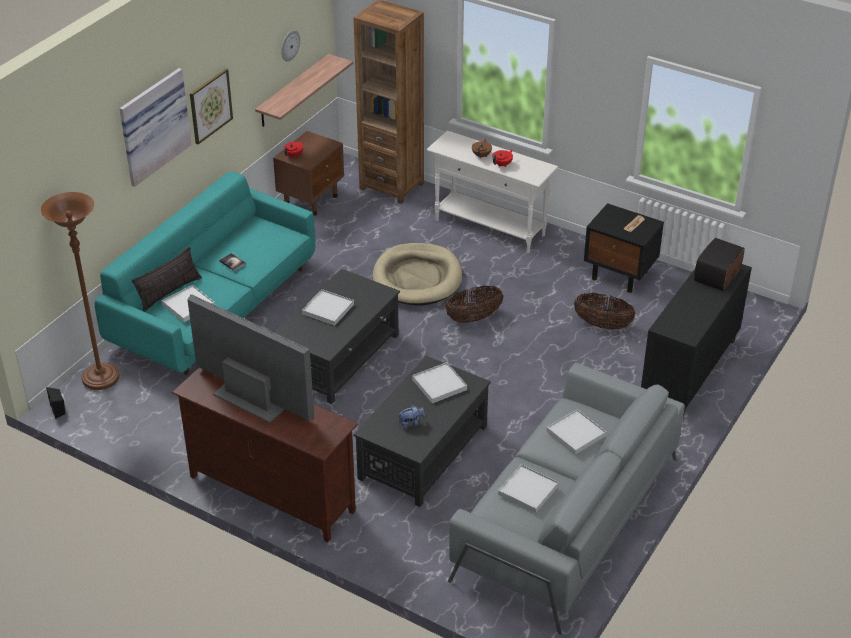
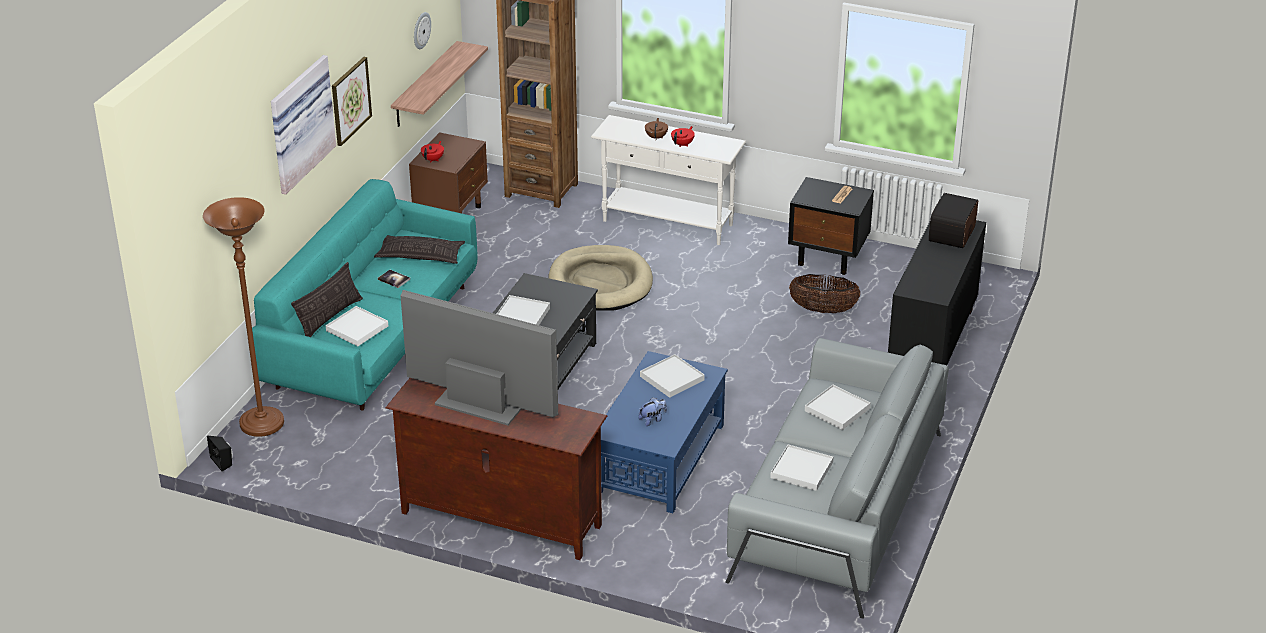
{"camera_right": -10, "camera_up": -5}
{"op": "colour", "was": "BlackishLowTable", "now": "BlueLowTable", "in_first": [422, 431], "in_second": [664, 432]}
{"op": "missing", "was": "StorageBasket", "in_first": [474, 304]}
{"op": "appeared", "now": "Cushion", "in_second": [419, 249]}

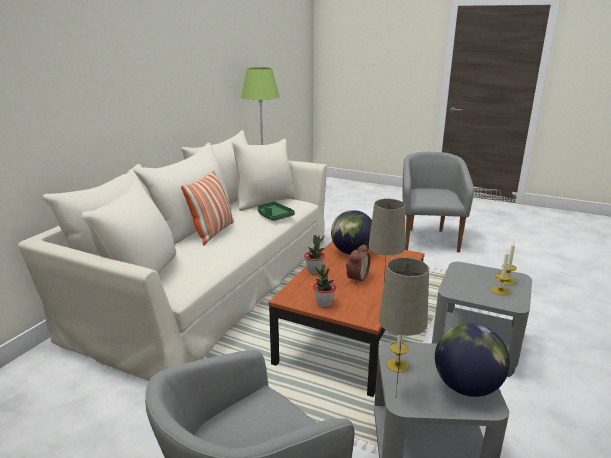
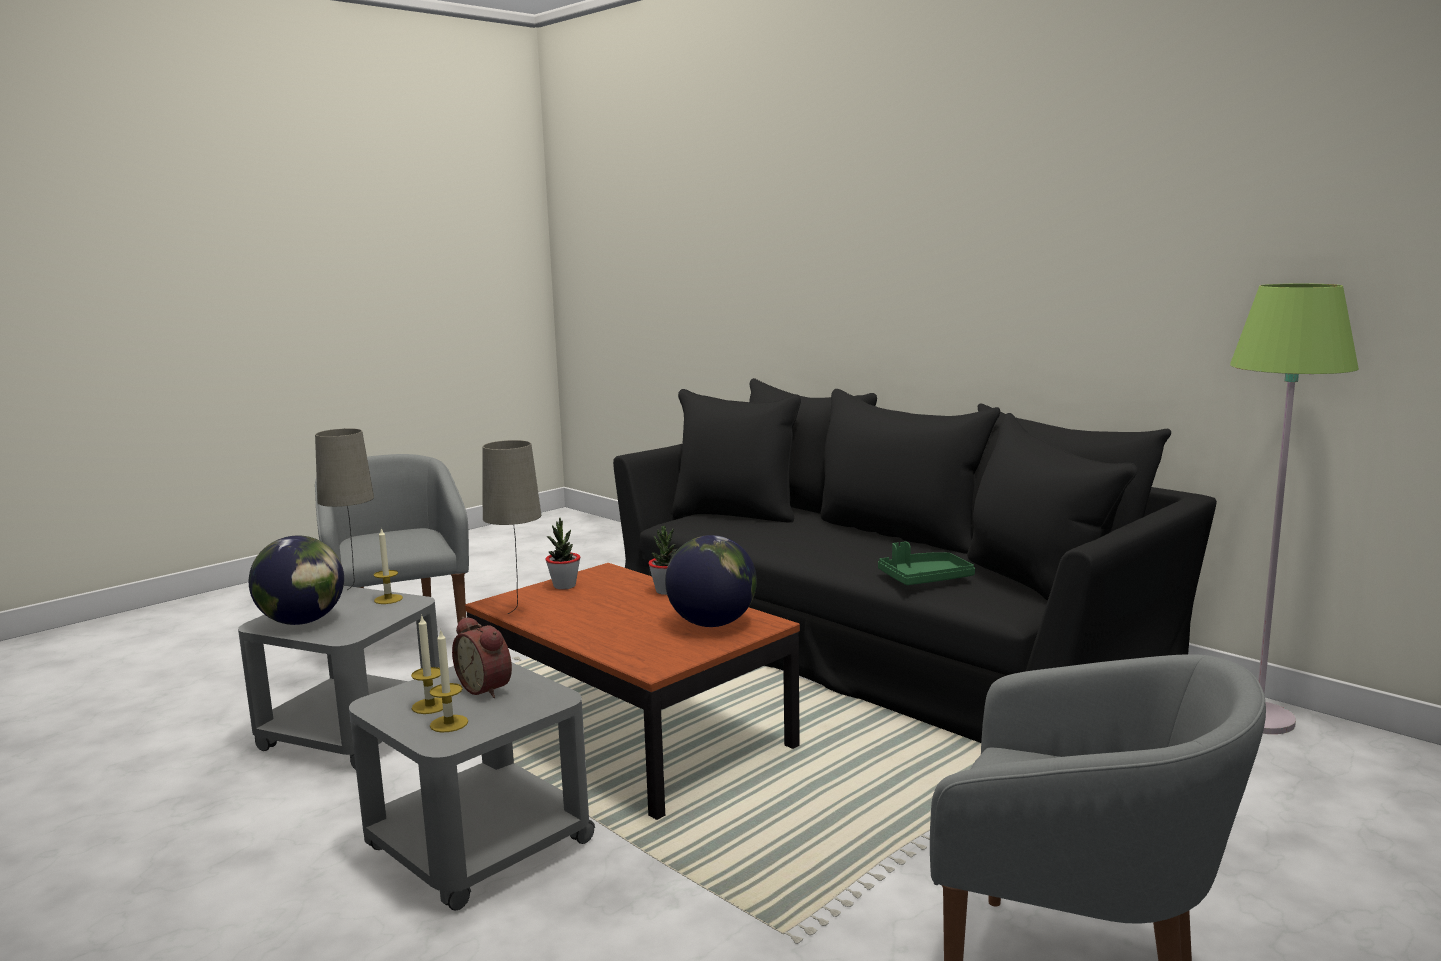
{"camera_right": 110, "camera_up": -10}
{"op": "colour", "was": "SandColouredSofa", "now": "BlackishSofa", "in_first": [172, 255], "in_second": [915, 560]}
{"op": "missing", "was": "Cushion", "in_first": [207, 208]}
{"op": "relocated", "was": "AlarmClock", "in_first": [358, 264], "in_second": [482, 657]}

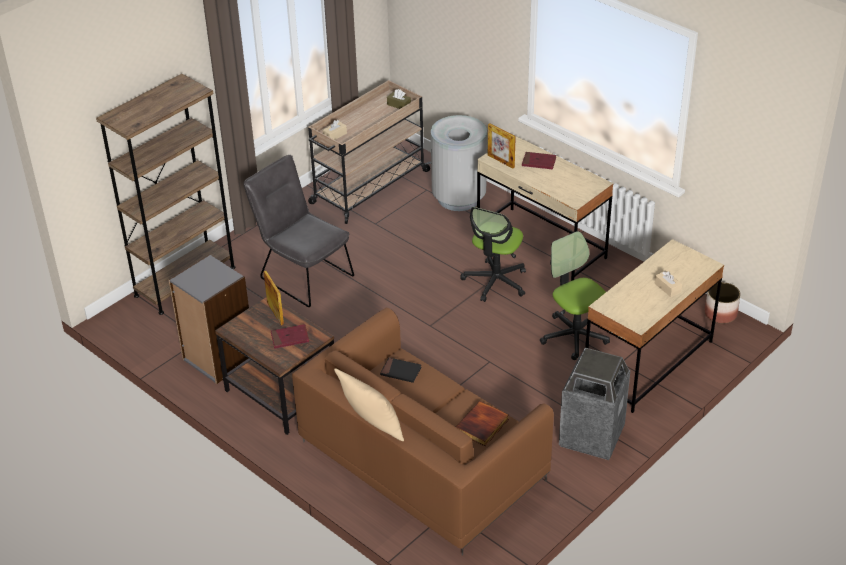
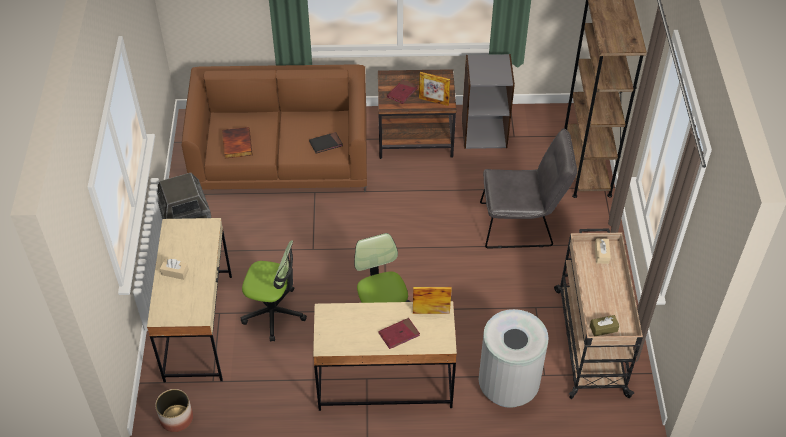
{"camera_right": 135, "camera_up": 10}
{"op": "missing", "was": "SandColouredCushion", "in_first": [369, 404]}

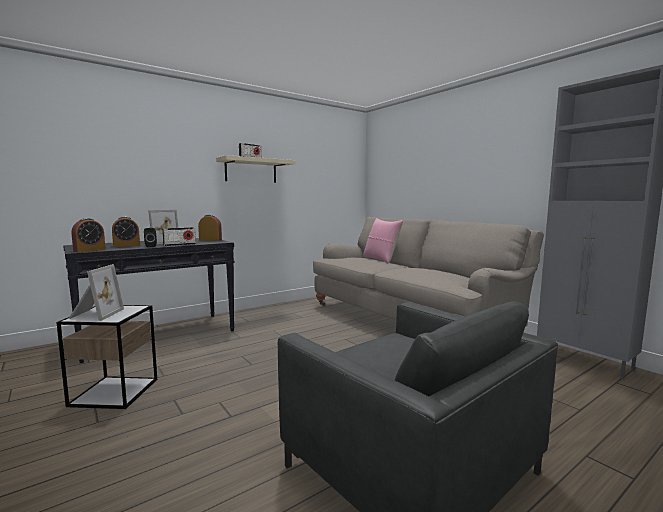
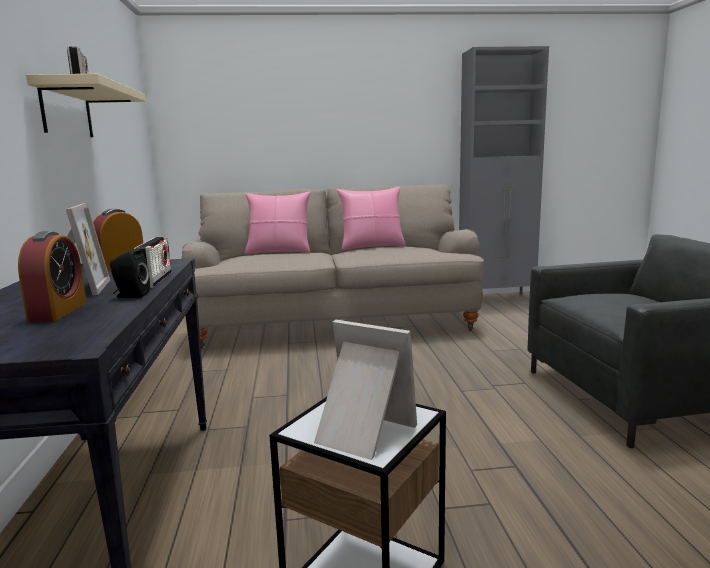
{"camera_right": -60, "camera_up": 5}
{"op": "missing", "was": "AlarmClock", "in_first": [88, 235]}
{"op": "appeared", "now": "PinkColouredCushion", "in_second": [371, 218]}

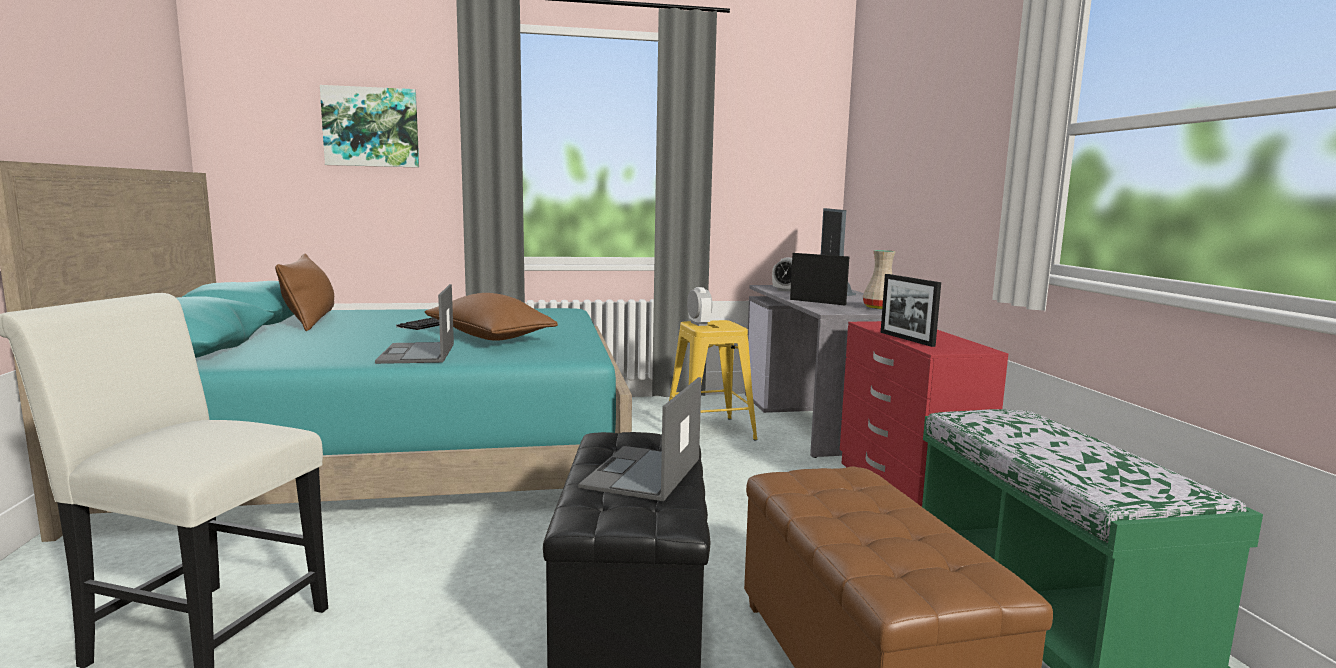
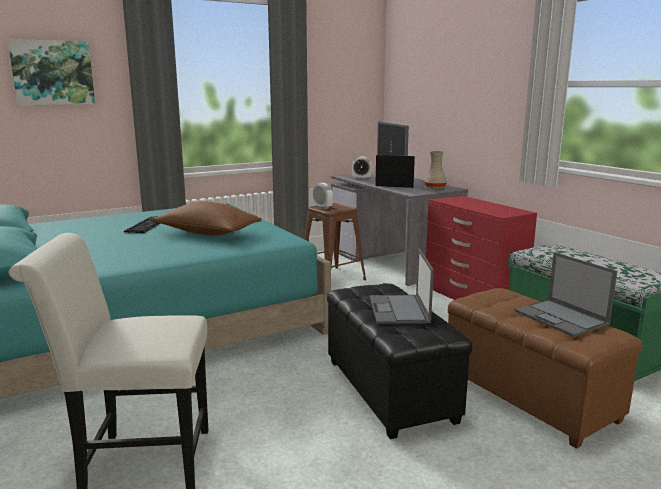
{"camera_right": -20, "camera_up": 5}
{"op": "missing", "was": "BrownCushion", "in_first": [304, 292]}
{"op": "relocated", "was": "PortableComputer", "in_first": [414, 324], "in_second": [566, 294]}
{"op": "colour", "was": "YellowColouredStoolSeat", "now": "BrownStoolSeat", "in_first": [713, 380], "in_second": [335, 241]}
{"op": "missing", "was": "StandingFrame", "in_first": [911, 310]}

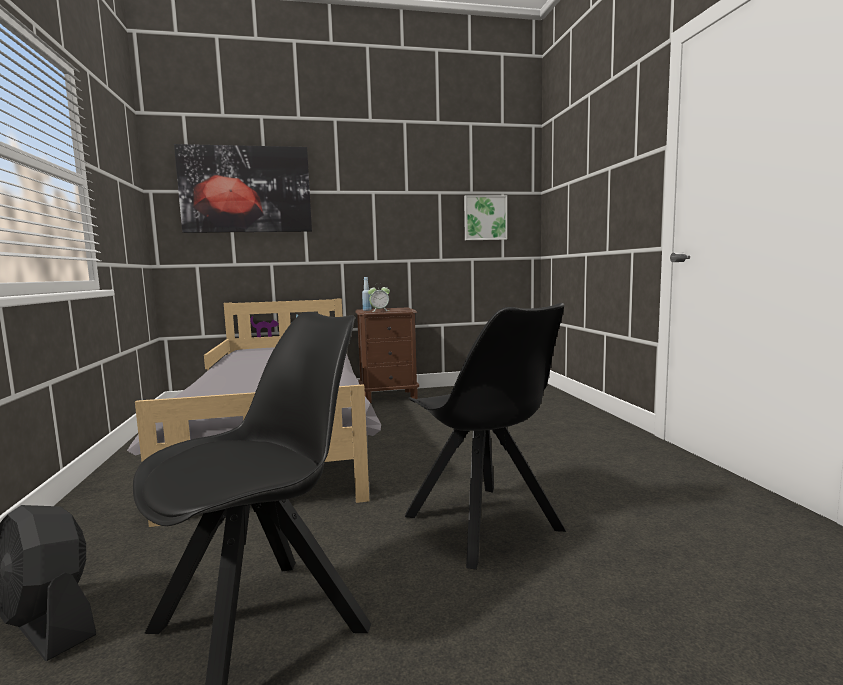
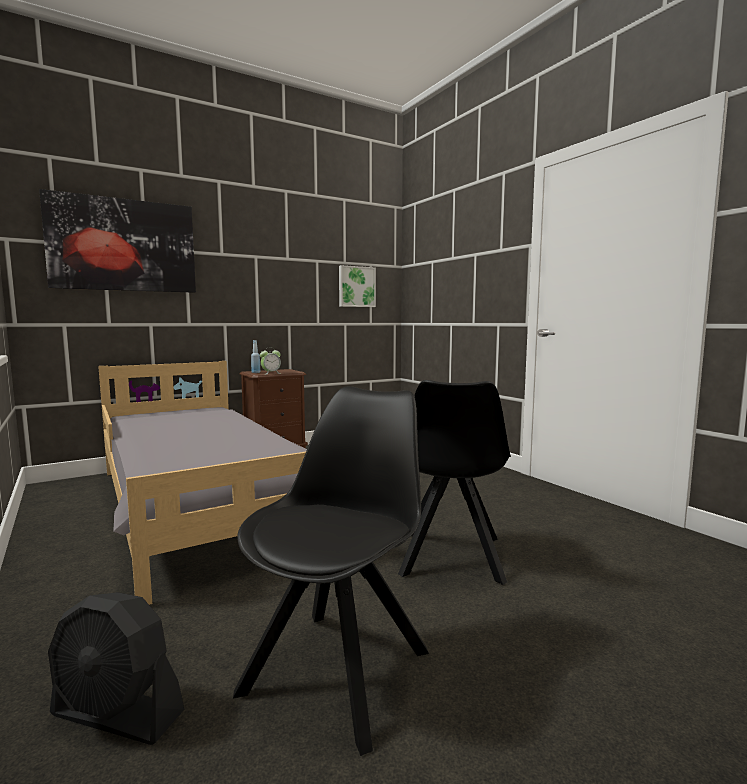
{"camera_right": -20, "camera_up": 0}
{"op": "spun", "was": "BlackishPlainChair", "in_first": [485, 436], "in_second": [454, 482], "clockwise": 60}

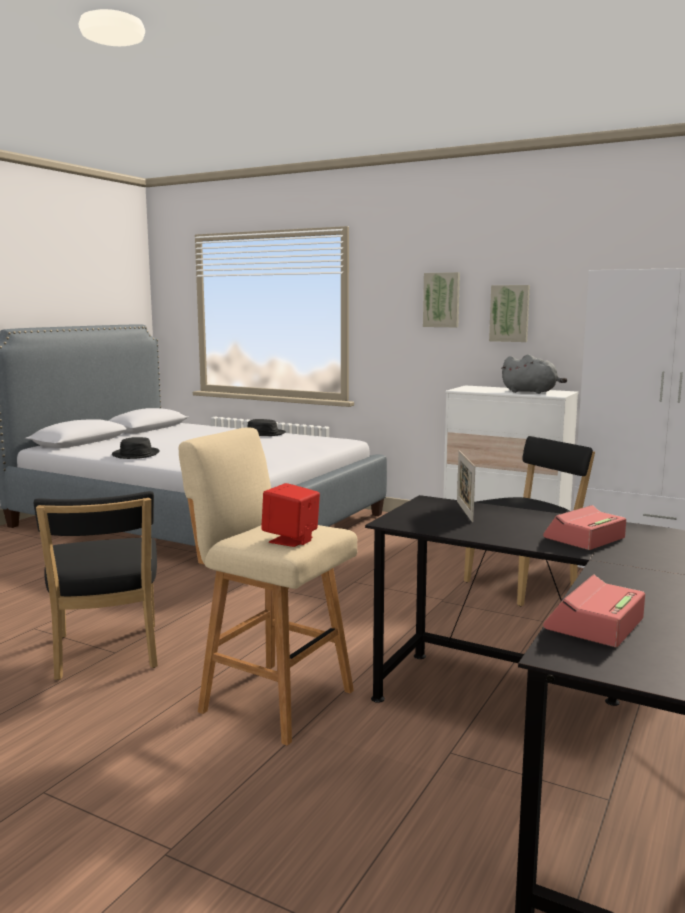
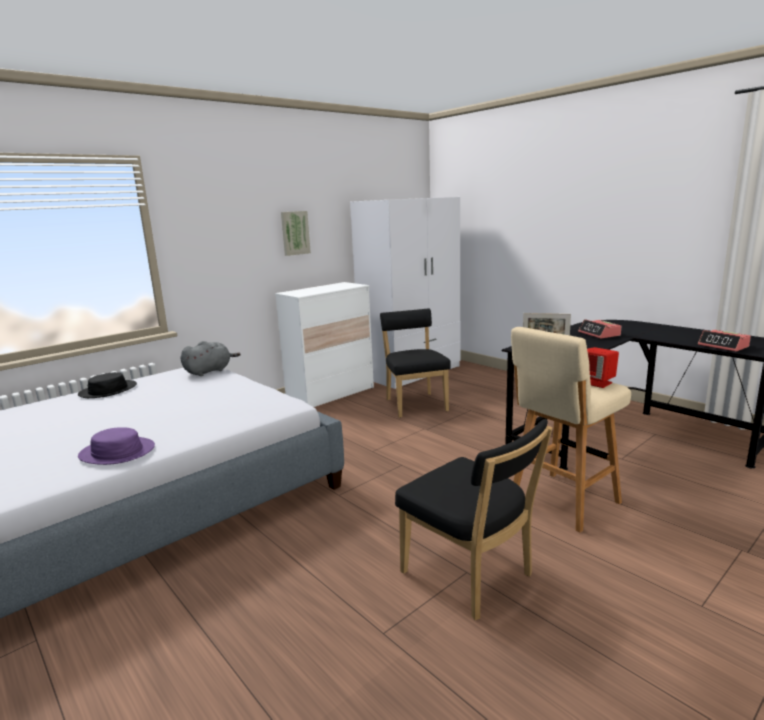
{"camera_right": -70, "camera_up": 5}
{"op": "spun", "was": "BlackishPlainChair", "in_first": [96, 585], "in_second": [474, 519], "clockwise": 45}
{"op": "colour", "was": "BlackishClothingHat", "now": "PurpleClothingHat", "in_first": [136, 448], "in_second": [116, 446]}
{"op": "missing", "was": "WallArt", "in_first": [441, 299]}
{"op": "relocated", "was": "GreyishCuddlyToy", "in_first": [534, 374], "in_second": [210, 358]}

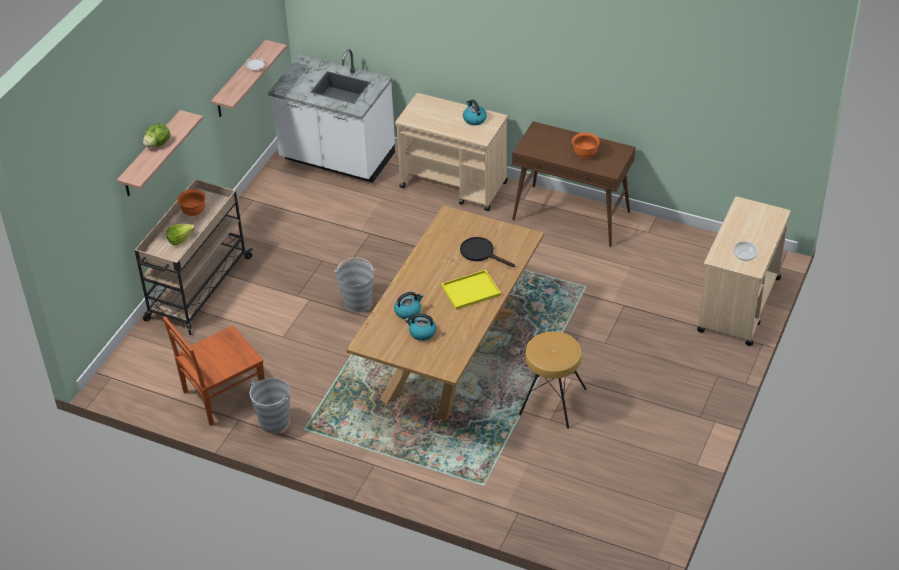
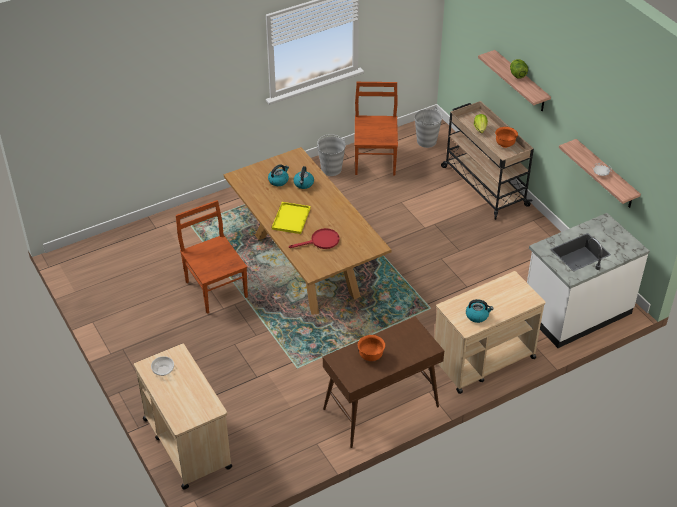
{"camera_right": 125, "camera_up": 0}
{"op": "relocated", "was": "GreyishBucket", "in_first": [355, 285], "in_second": [429, 127]}
{"op": "colour", "was": "BlackishSkillet", "now": "ReddishSkillet", "in_first": [487, 252], "in_second": [314, 238]}
{"op": "exchanged", "was": "BrownStoolSeat", "now": "BrownPlainChair", "in_first": [553, 380], "in_second": [212, 257]}

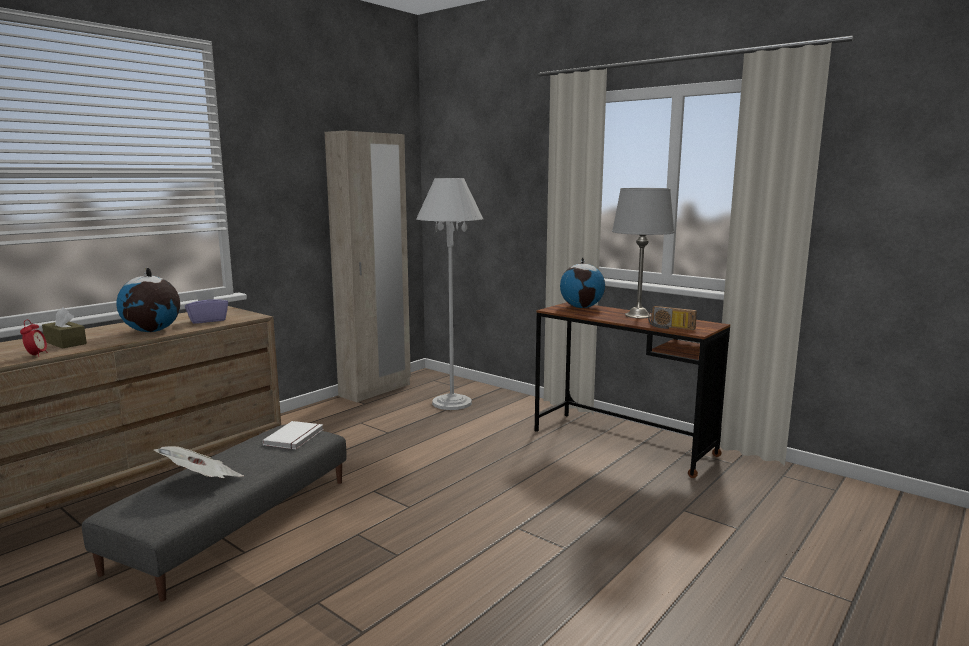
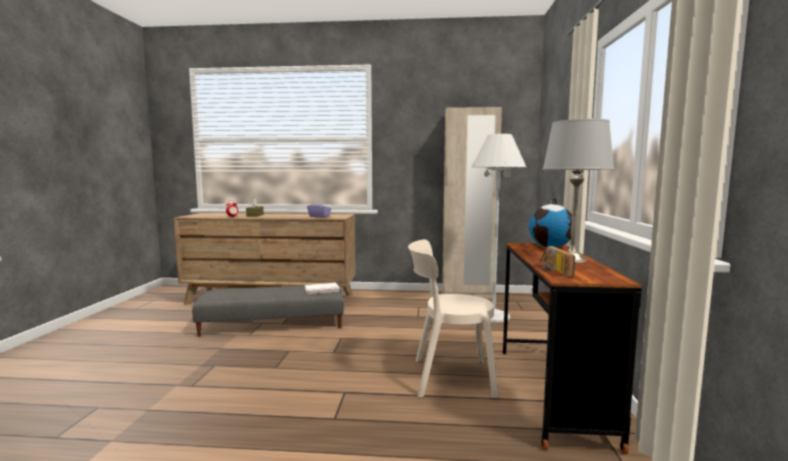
{"camera_right": 55, "camera_up": -5}
{"op": "missing", "was": "DeskGlobe", "in_first": [148, 300]}
{"op": "missing", "was": "PrintedPaper", "in_first": [199, 462]}
{"op": "appeared", "now": "SandColouredPlainChair", "in_second": [453, 318]}

